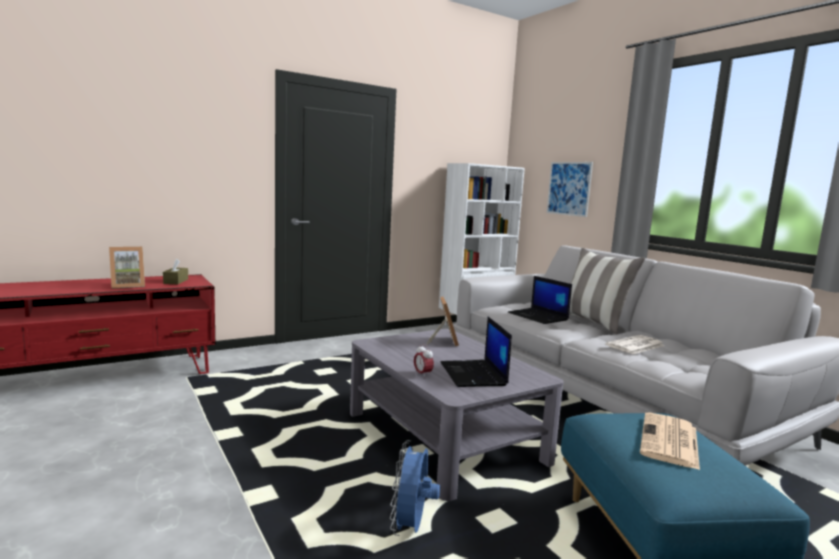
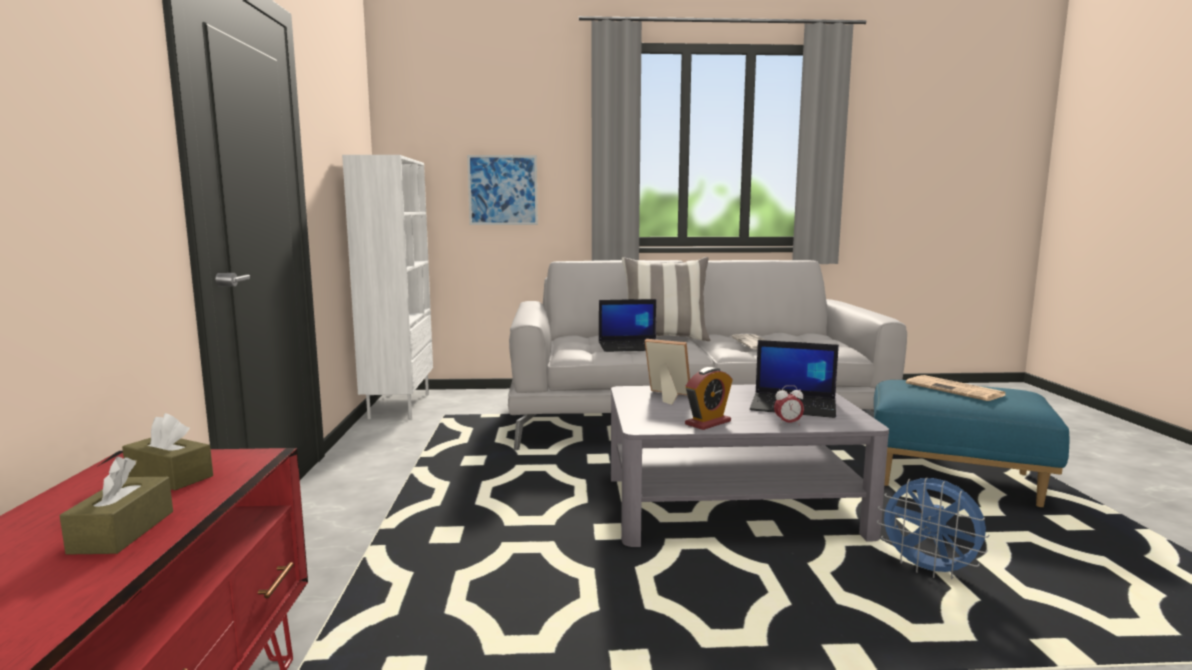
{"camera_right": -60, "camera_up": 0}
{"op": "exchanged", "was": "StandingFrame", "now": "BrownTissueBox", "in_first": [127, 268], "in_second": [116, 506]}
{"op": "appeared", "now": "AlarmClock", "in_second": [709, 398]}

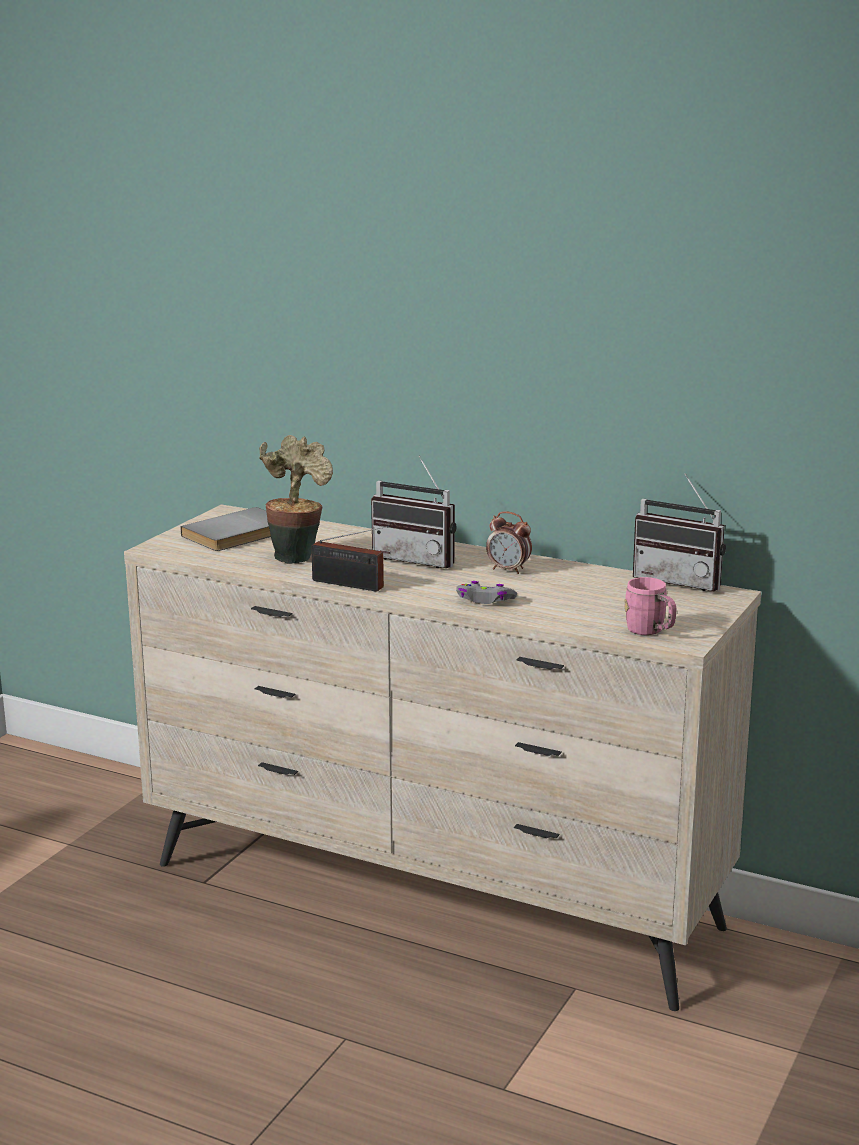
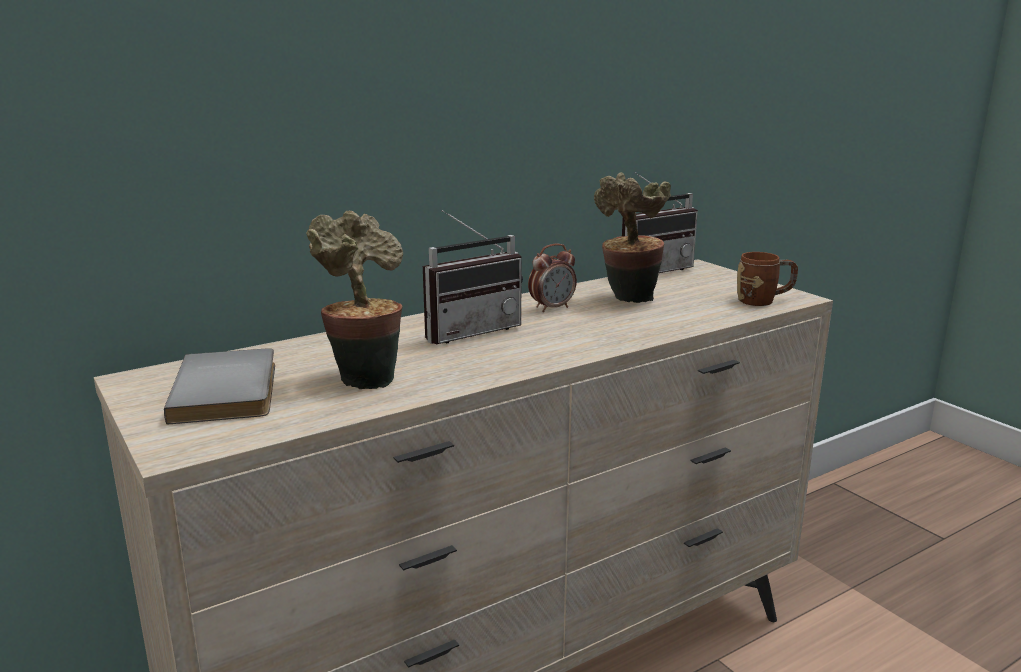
{"camera_right": -60, "camera_up": 0}
{"op": "missing", "was": "Radio", "in_first": [350, 559]}
{"op": "missing", "was": "GreyishGameController", "in_first": [486, 592]}
{"op": "colour", "was": "PinkColouredTeaMug", "now": "BrownTeaMug", "in_first": [650, 606], "in_second": [767, 279]}
{"op": "appeared", "now": "Houseplant", "in_second": [632, 237]}

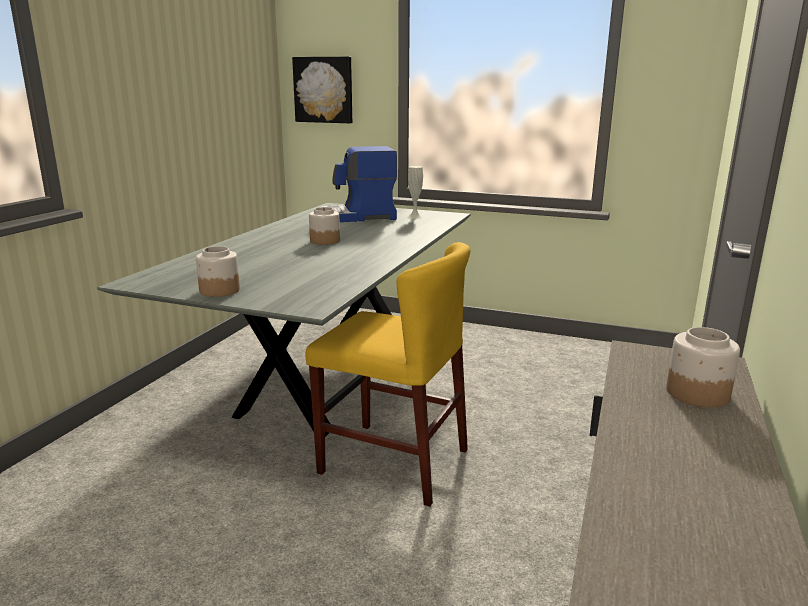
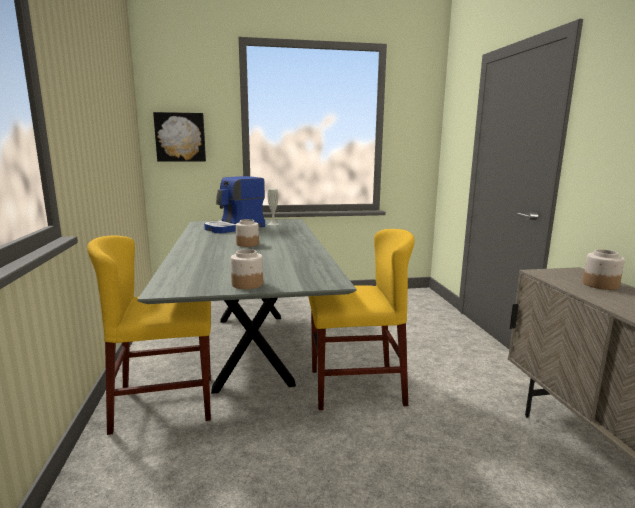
{"camera_right": -30, "camera_up": -5}
{"op": "appeared", "now": "YellowColouredPlainChair", "in_second": [149, 335]}

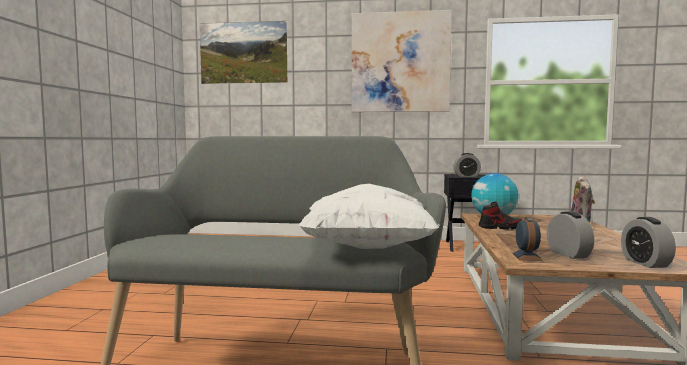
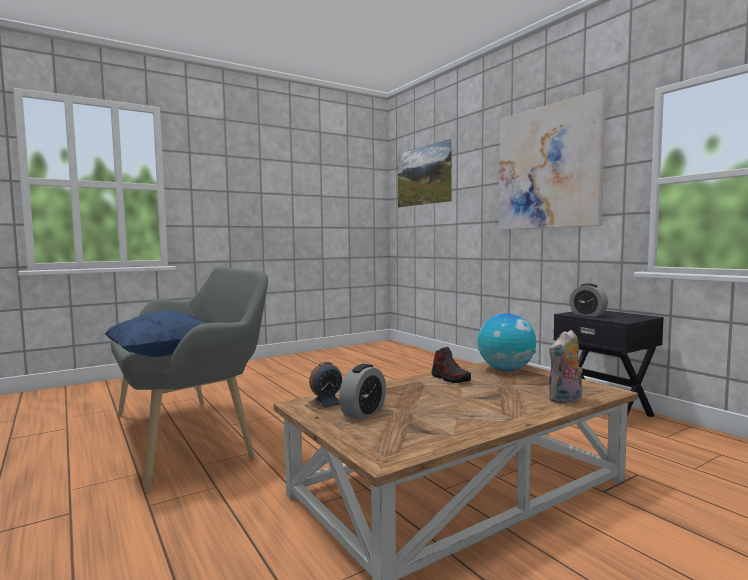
{"camera_right": 50, "camera_up": 0}
{"op": "colour", "was": "WhiteColouredCushion", "now": "BlueCushion", "in_first": [369, 216], "in_second": [156, 333]}
{"op": "missing", "was": "AlarmClock", "in_first": [648, 242]}

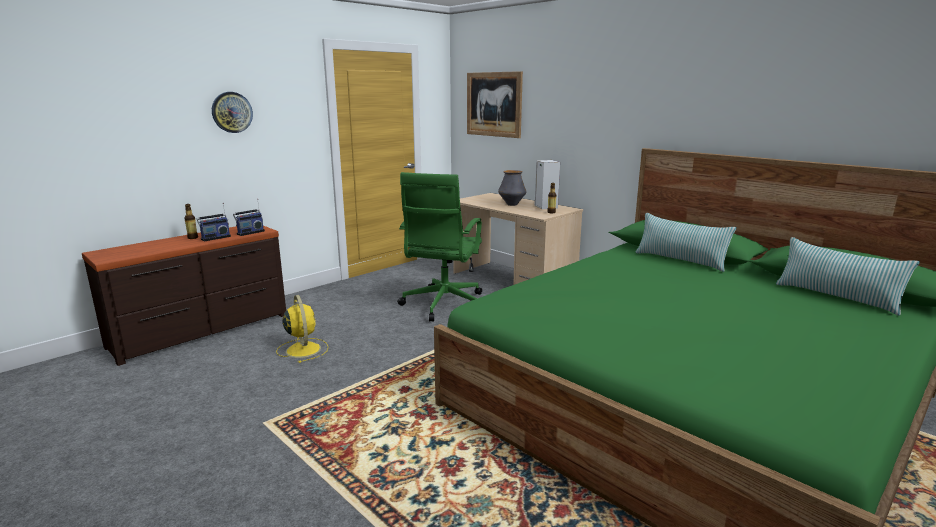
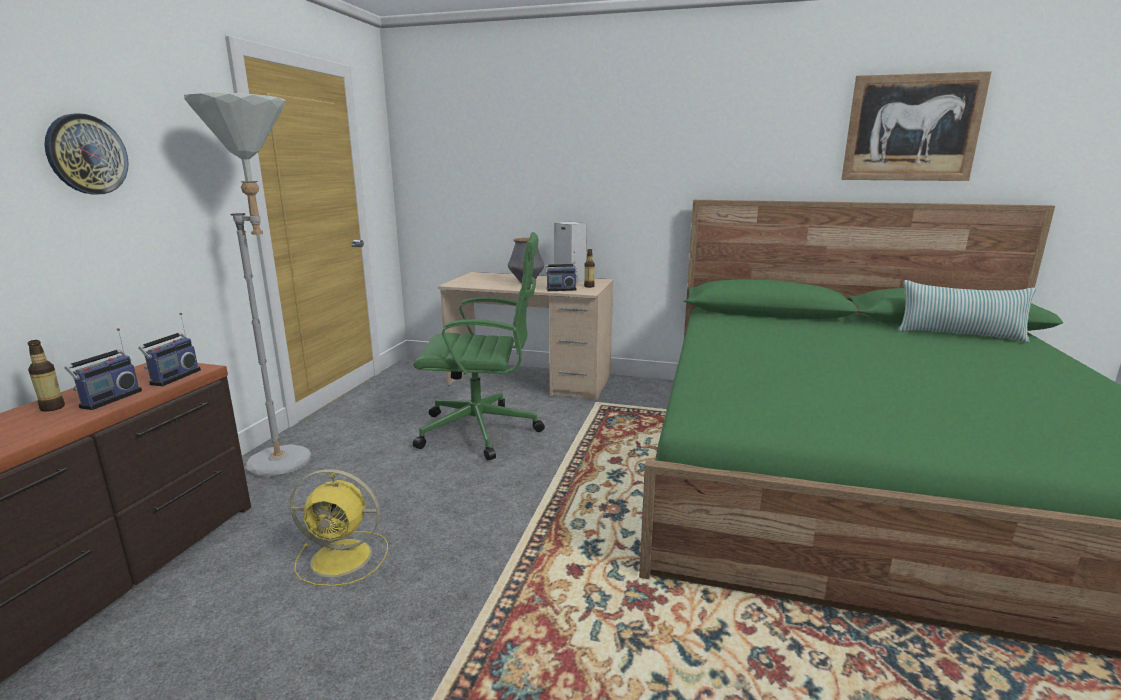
{"camera_right": -30, "camera_up": 0}
{"op": "spun", "was": "YellowColouredCoolingFan", "in_first": [302, 329], "in_second": [339, 527], "clockwise": 150}
{"op": "spun", "was": "GreenDeskChair", "in_first": [439, 247], "in_second": [479, 346], "clockwise": -75}
{"op": "relocated", "was": "WallArt", "in_first": [495, 104], "in_second": [916, 126]}
{"op": "missing", "was": "Cushion", "in_first": [686, 242]}
{"op": "appeared", "now": "GreyishFloorLamp", "in_second": [247, 284]}
{"op": "appeared", "now": "Radio", "in_second": [561, 271]}

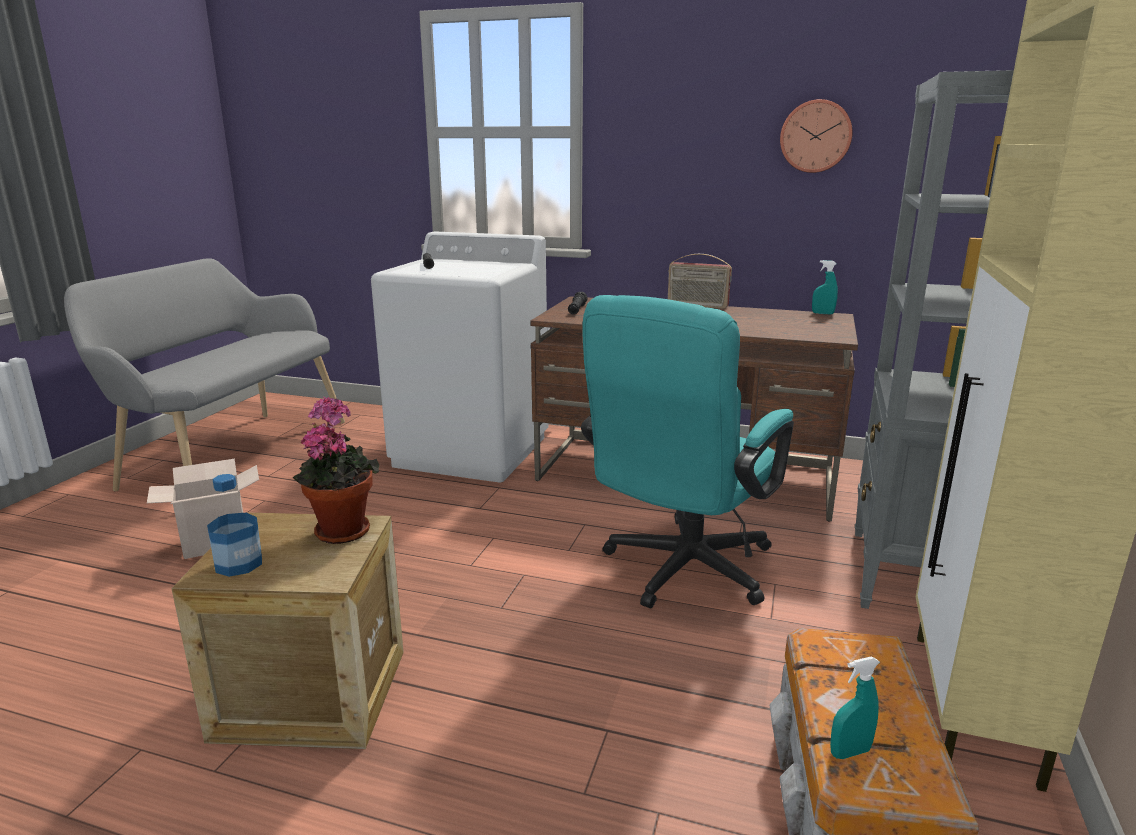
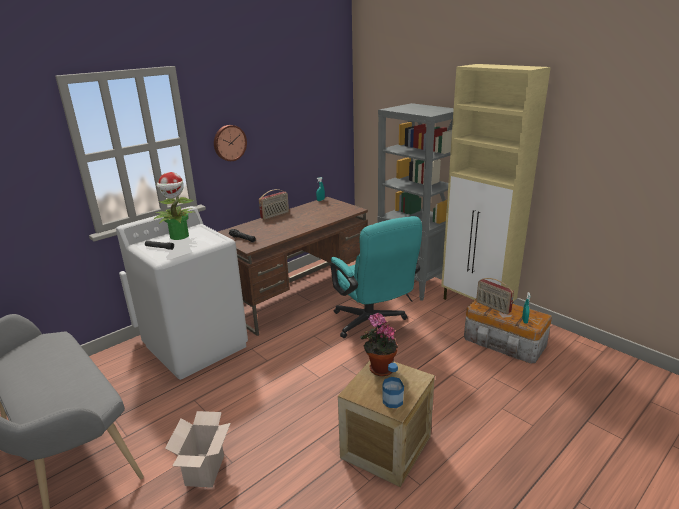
{"camera_right": -60, "camera_up": 5}
{"op": "relocated", "was": "ClockOnTheWall", "in_first": [816, 136], "in_second": [230, 143]}
{"op": "appeared", "now": "Houseplant", "in_second": [173, 206]}
{"op": "appeared", "now": "Radio", "in_second": [495, 296]}

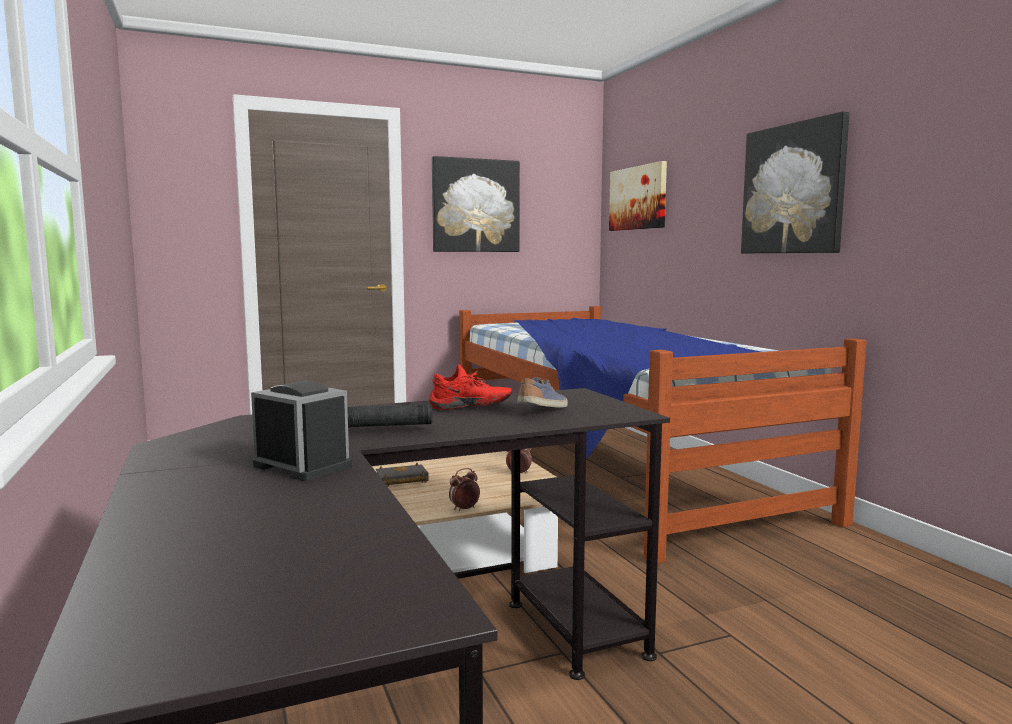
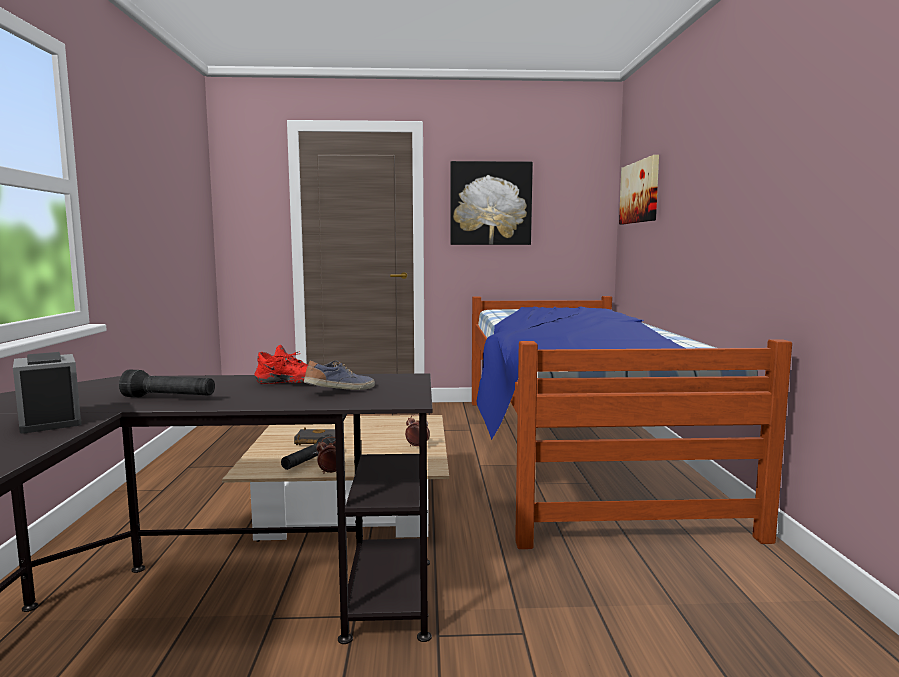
{"camera_right": 20, "camera_up": 0}
{"op": "missing", "was": "WallArt", "in_first": [795, 182]}
{"op": "appeared", "now": "BlackishFlashlight", "in_second": [308, 452]}

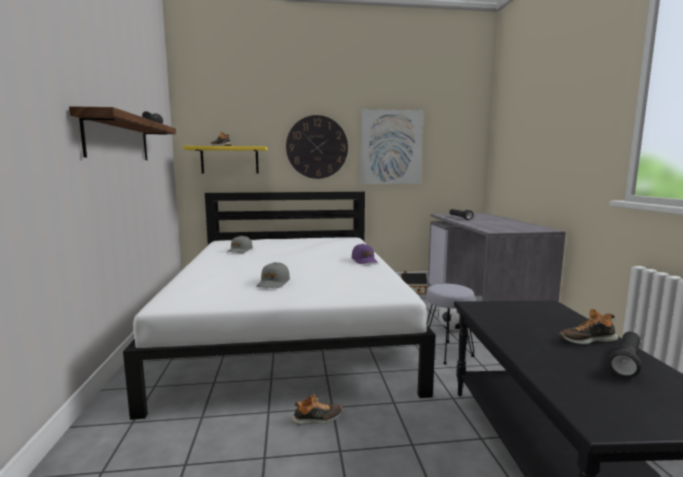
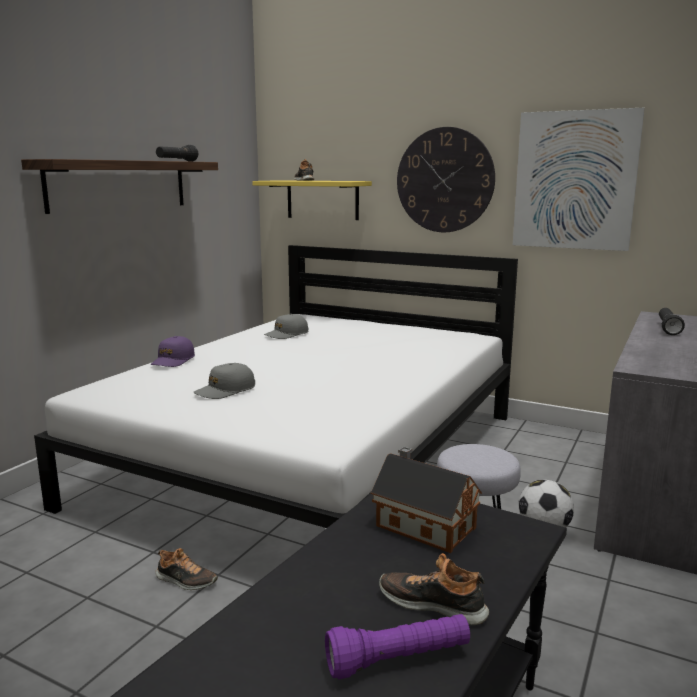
{"camera_right": 35, "camera_up": 5}
{"op": "relocated", "was": "PurpleCap", "in_first": [364, 254], "in_second": [172, 351]}
{"op": "relocated", "was": "ToyHouse", "in_first": [414, 282], "in_second": [426, 499]}
{"op": "colour", "was": "BlackishFlashlight", "now": "PurpleFlashlight", "in_first": [624, 354], "in_second": [397, 646]}

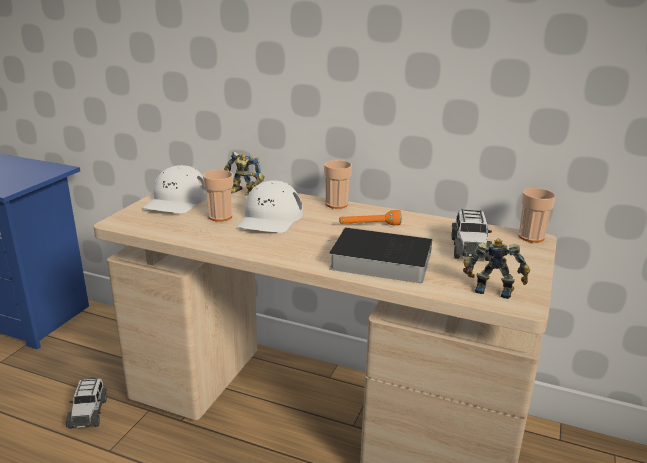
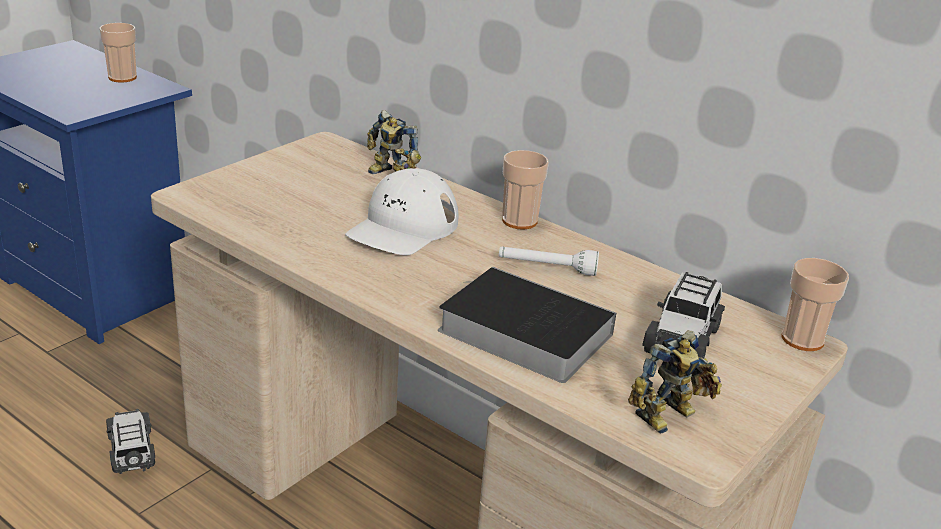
{"camera_right": 15, "camera_up": 5}
{"op": "spun", "was": "ToyCar", "in_first": [86, 403], "in_second": [130, 441], "clockwise": 150}
{"op": "missing", "was": "WhiteColouredCap", "in_first": [175, 189]}
{"op": "relocated", "was": "SmallCup", "in_first": [218, 196], "in_second": [118, 53]}
{"op": "colour", "was": "OrangeyFlashlight", "now": "WhiteColouredFlashlight", "in_first": [370, 217], "in_second": [549, 261]}
{"op": "spun", "was": "RobotFigure", "in_first": [496, 268], "in_second": [675, 382], "clockwise": 105}

